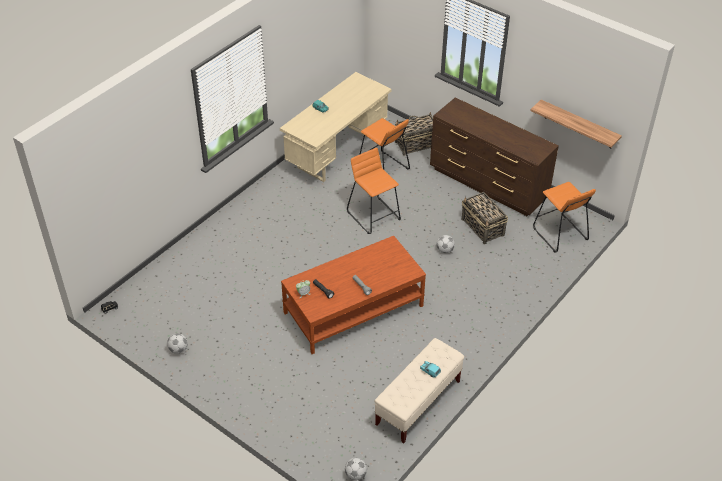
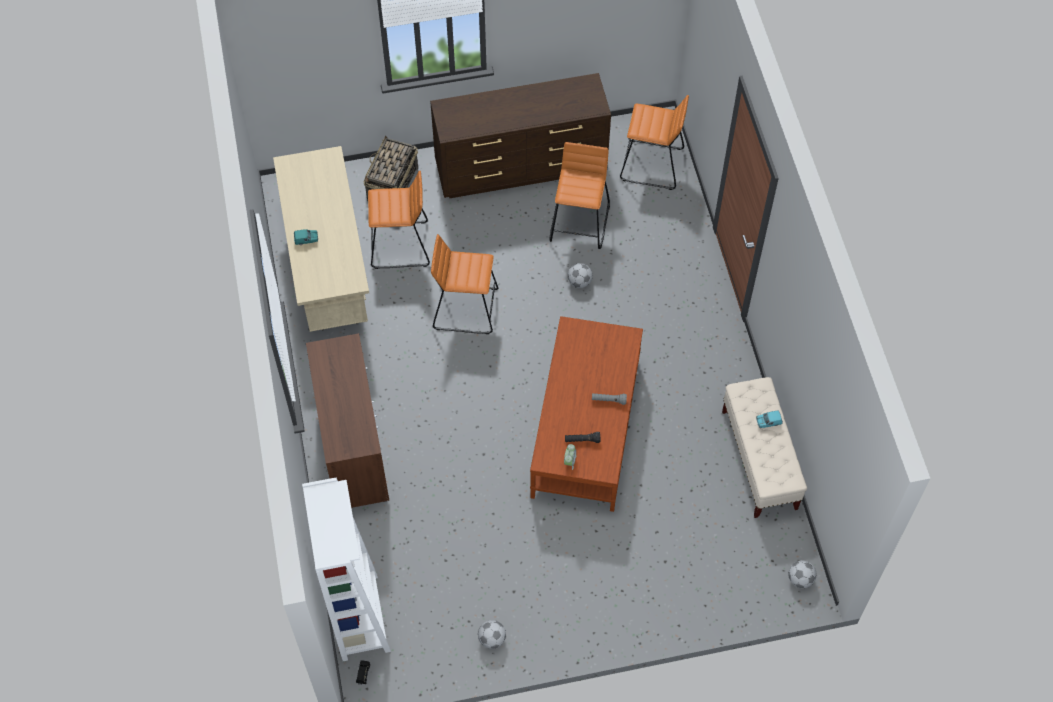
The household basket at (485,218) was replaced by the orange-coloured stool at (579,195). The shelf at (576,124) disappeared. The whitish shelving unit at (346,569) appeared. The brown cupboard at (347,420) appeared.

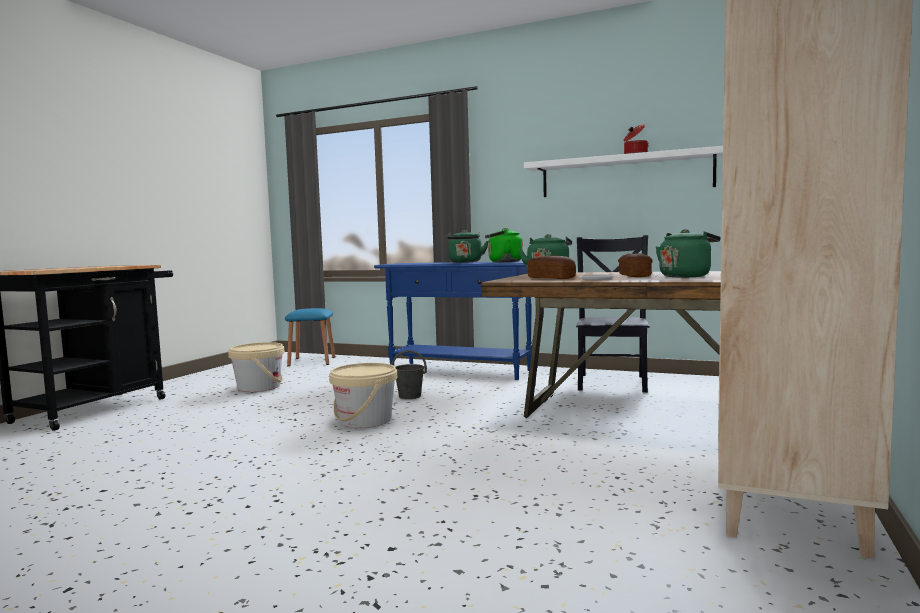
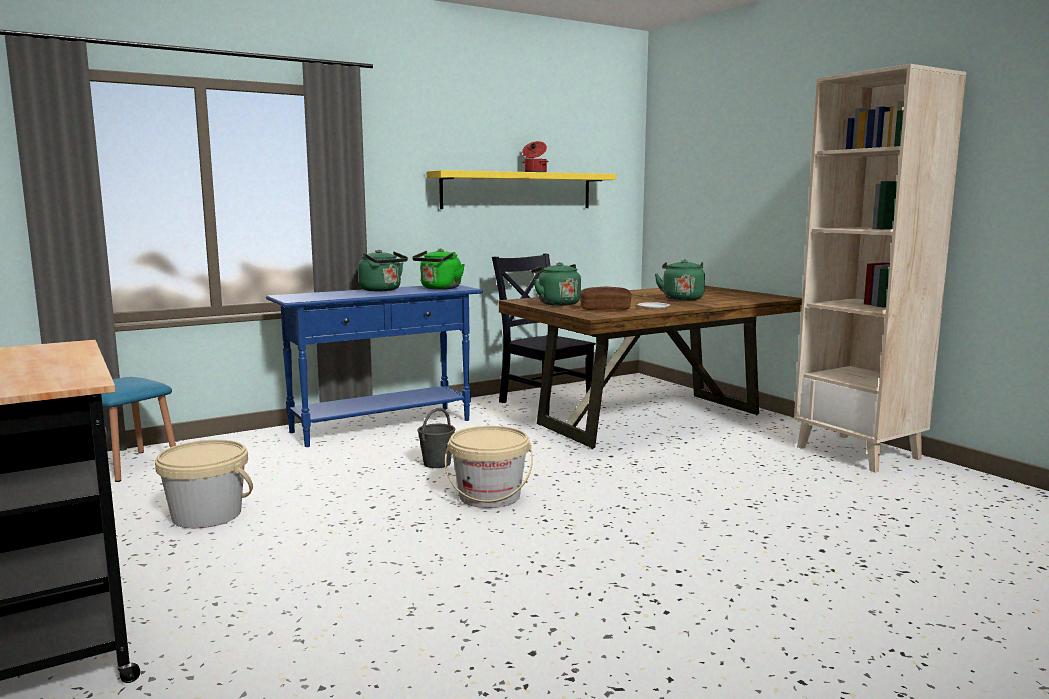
The whitish shelf at (623,171) became the yellow shelf at (521,189). The baked bread at (635,265) disappeared.

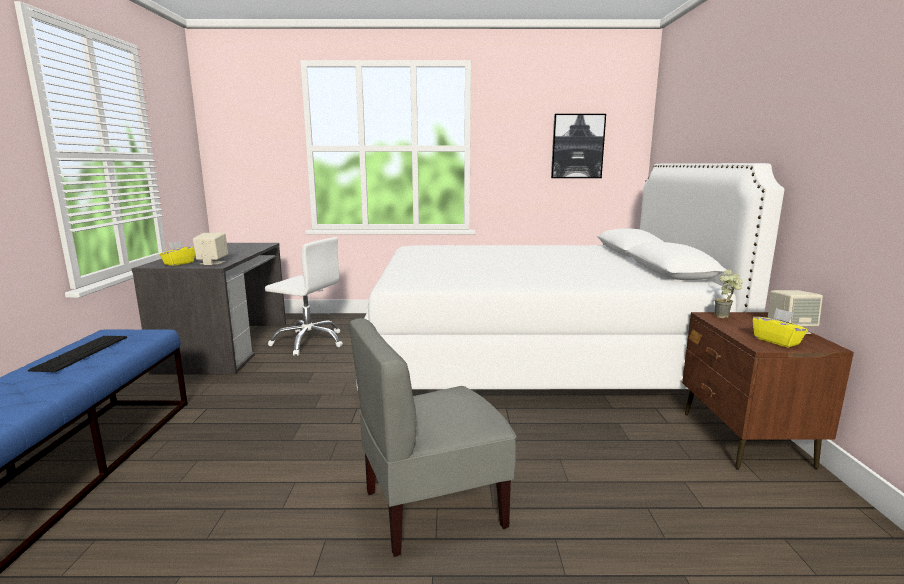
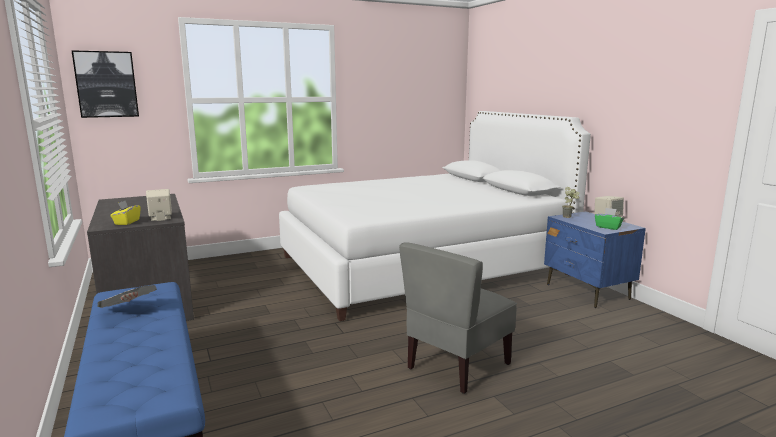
The computer keyboard at (77,354) was replaced by the daily paper at (127,296). The whitish office chair at (304,296) disappeared. The wall picture moved from (578,146) to (105,84). The brown night table at (768,391) became the blue-coloured night table at (595,259). The yellow box of tissues at (780,328) became the green box of tissues at (609,219).

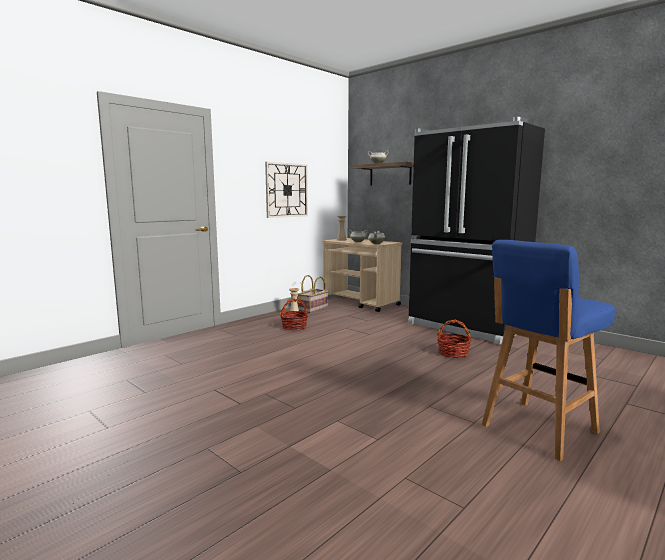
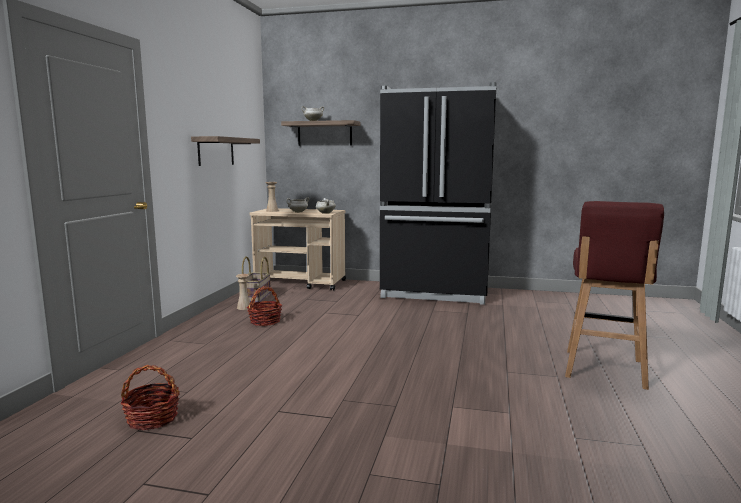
The hanging clock at (286,190) was replaced by the shelf at (225,151). The household basket moved from (454,339) to (150,397). The blue-coloured stool at (548,350) became the red stool at (614,295).

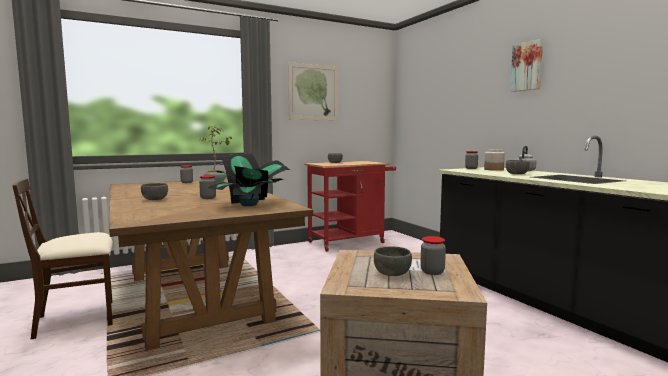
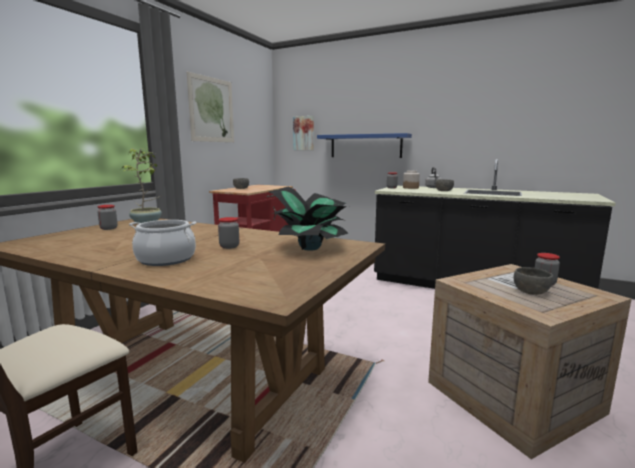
The gray deep dish at (154,191) was replaced by the saucepot at (162,243). The wall picture moved from (526,65) to (303,133). The blue-coloured shelf at (364,145) appeared.

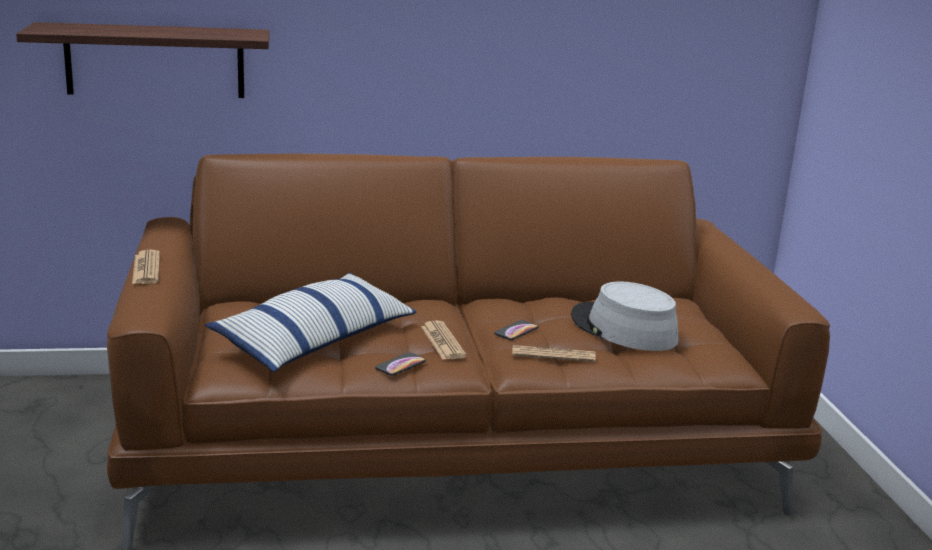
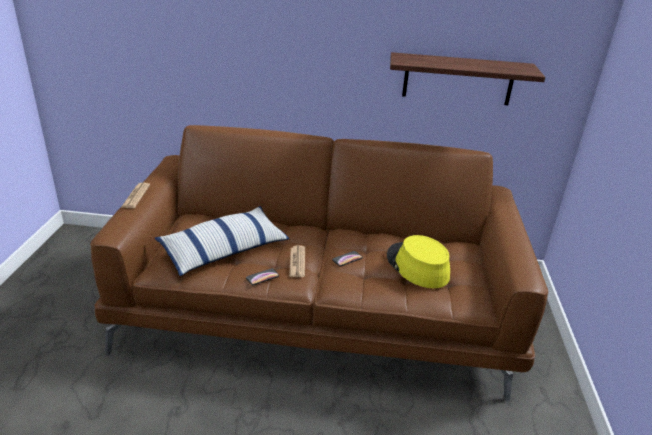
The shelf moved from (143,60) to (467,78). The daily paper at (554,353) disappeared. The gray clothing hat at (625,316) became the yellow clothing hat at (418,261).

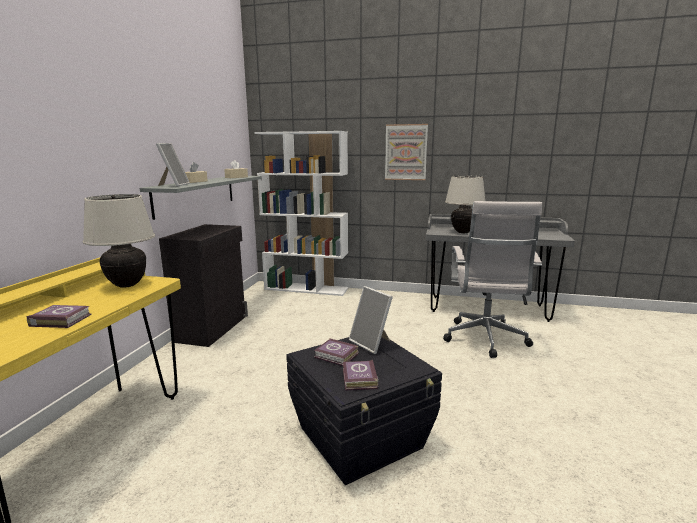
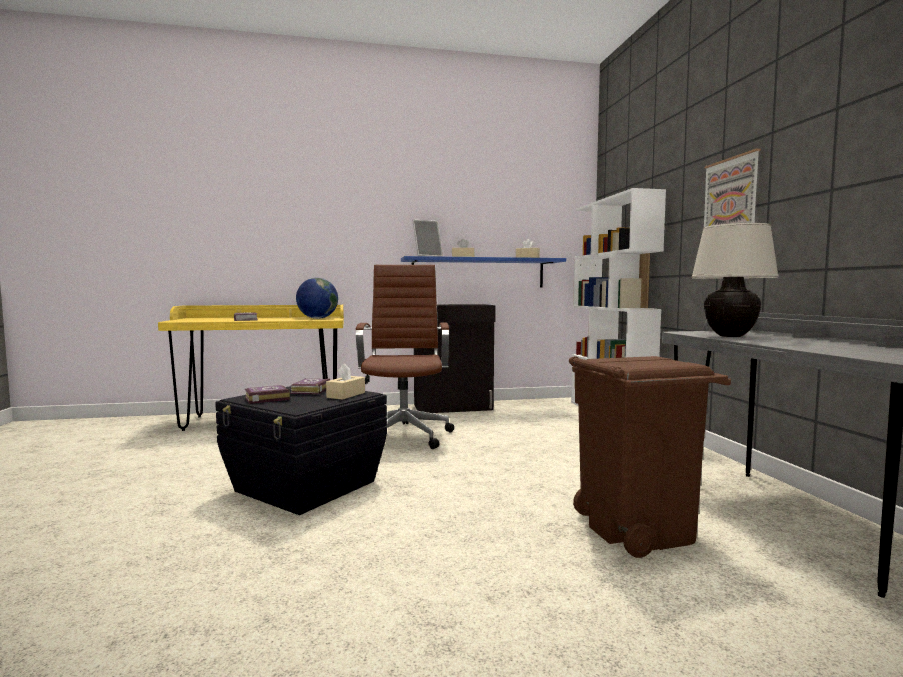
The sand-coloured table lamp at (119,241) was replaced by the world globe at (317,298). The gray shelf at (201,198) became the blue-coloured shelf at (483,272). The photo frame at (371,320) was replaced by the sand-coloured box of tissues at (345,381). The whitish office chair at (492,279) was replaced by the brown waste bin at (650,457). The brown office chair at (405,357) appeared.

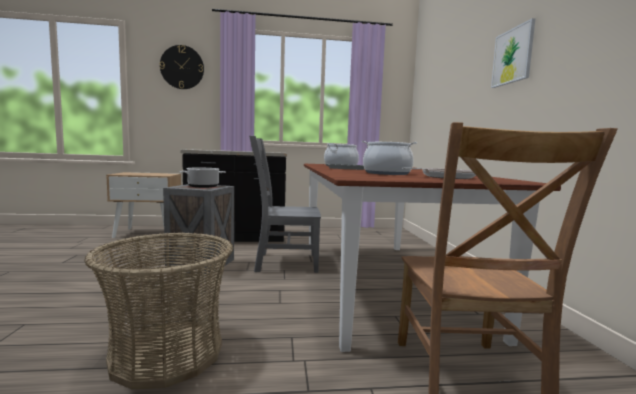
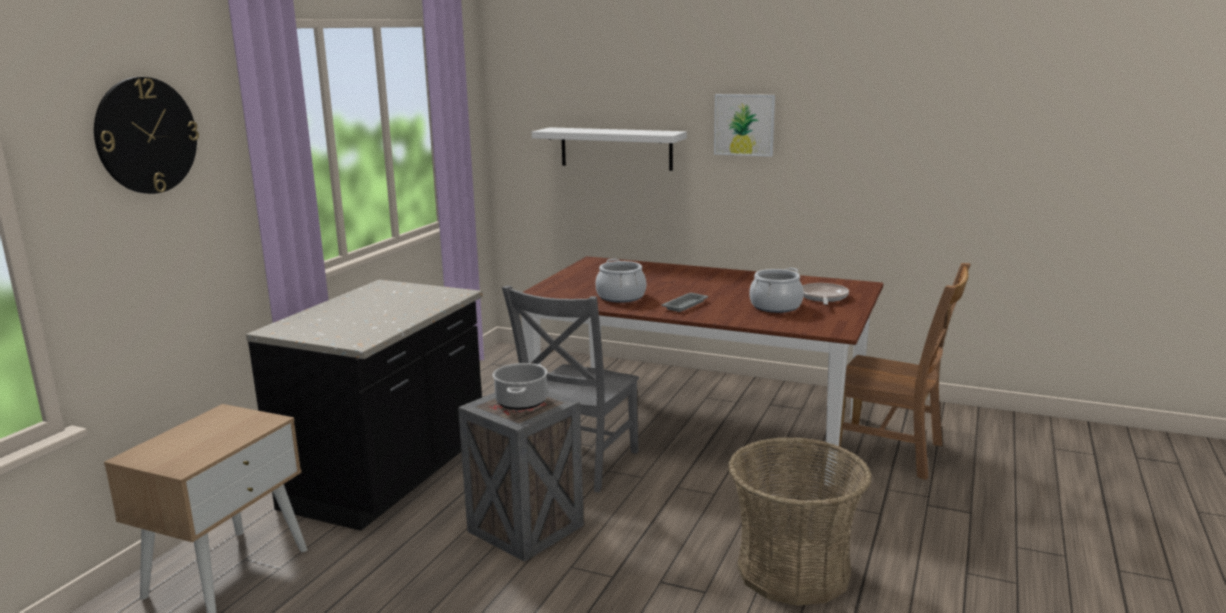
The whitish shelf at (609,149) appeared.

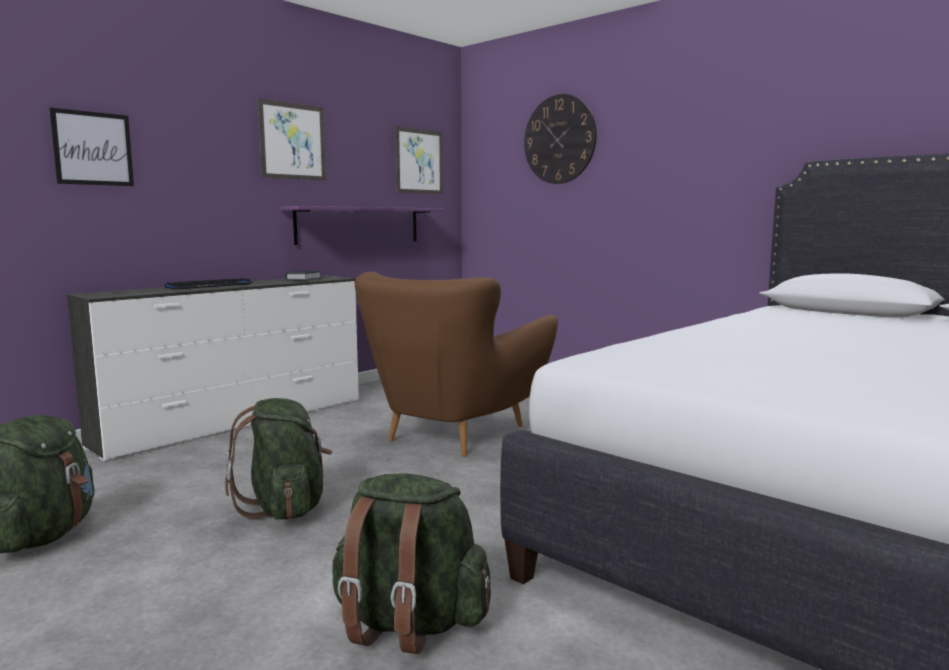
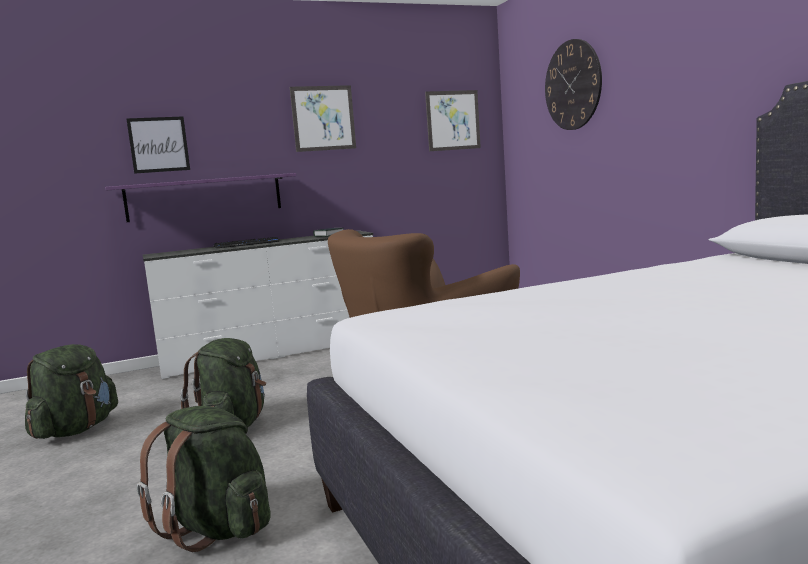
The purple shelf moved from (361,225) to (200,197).

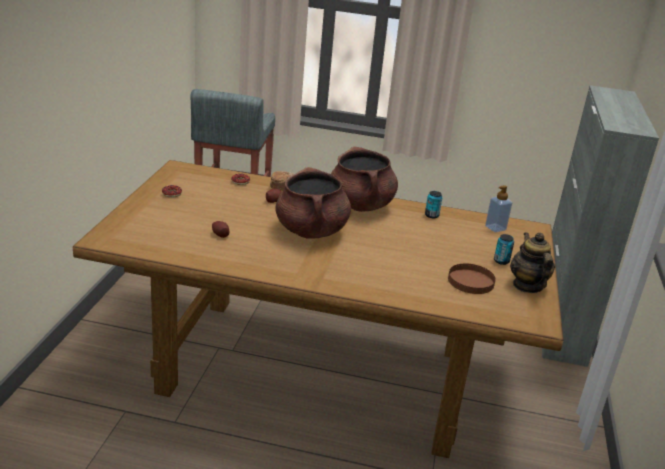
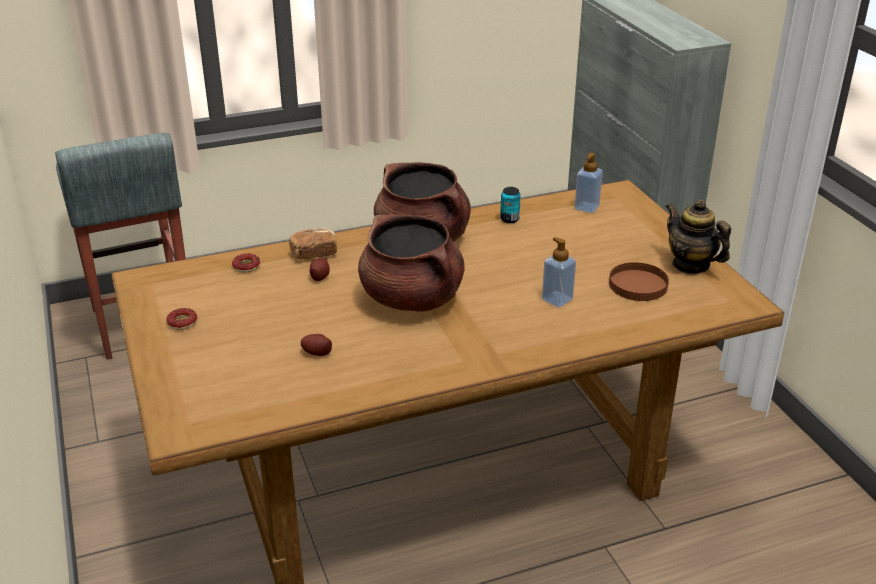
The metal can at (504,249) disappeared. The soap bottle at (559,272) appeared.

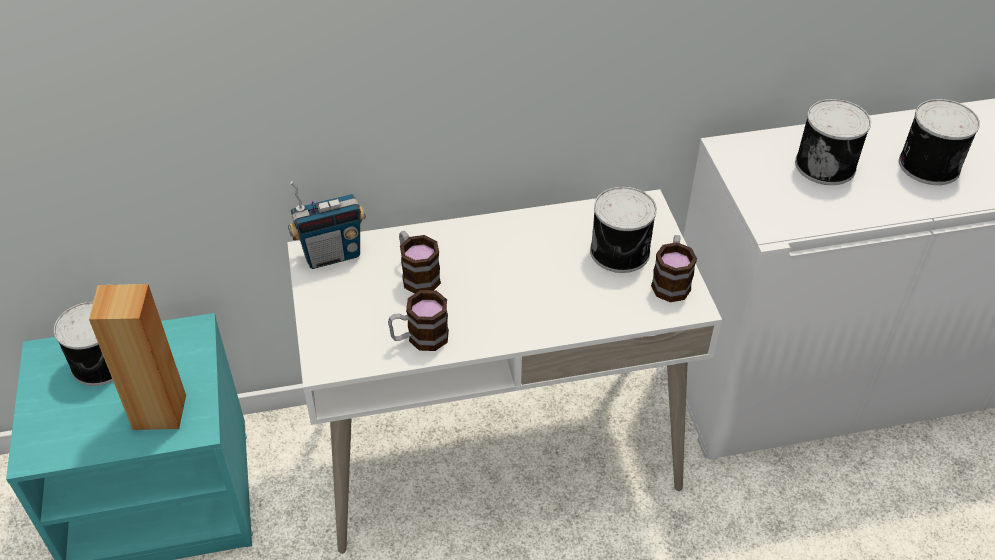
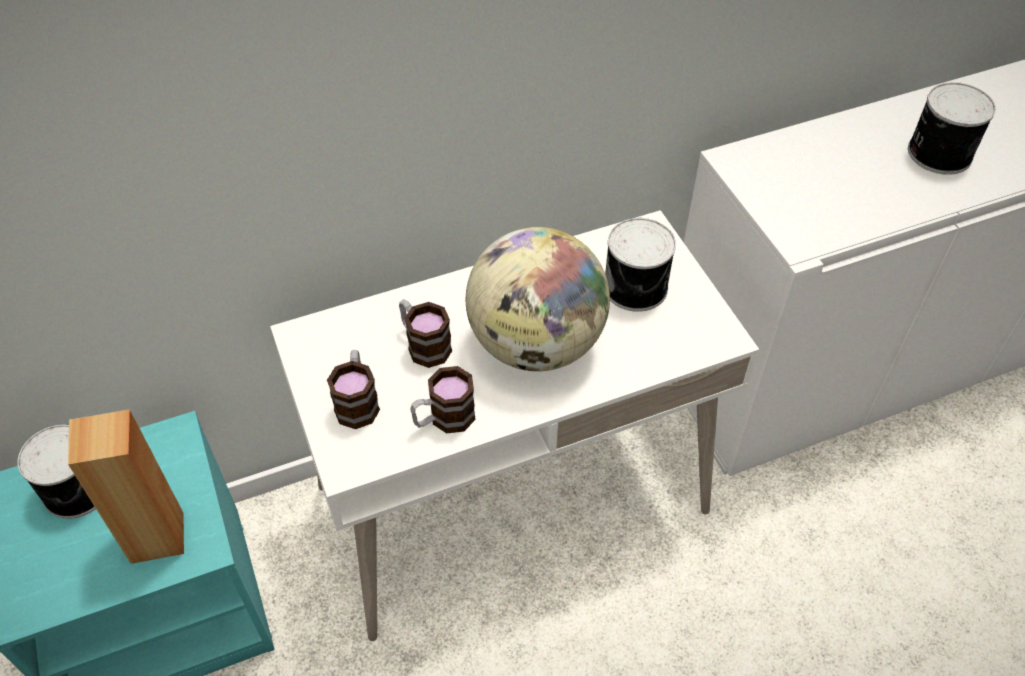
The radio set at (327,225) disappeared. The tea mug moved from (674,268) to (353,389). The metal can at (833,142) disappeared. The world globe at (538,299) appeared.

